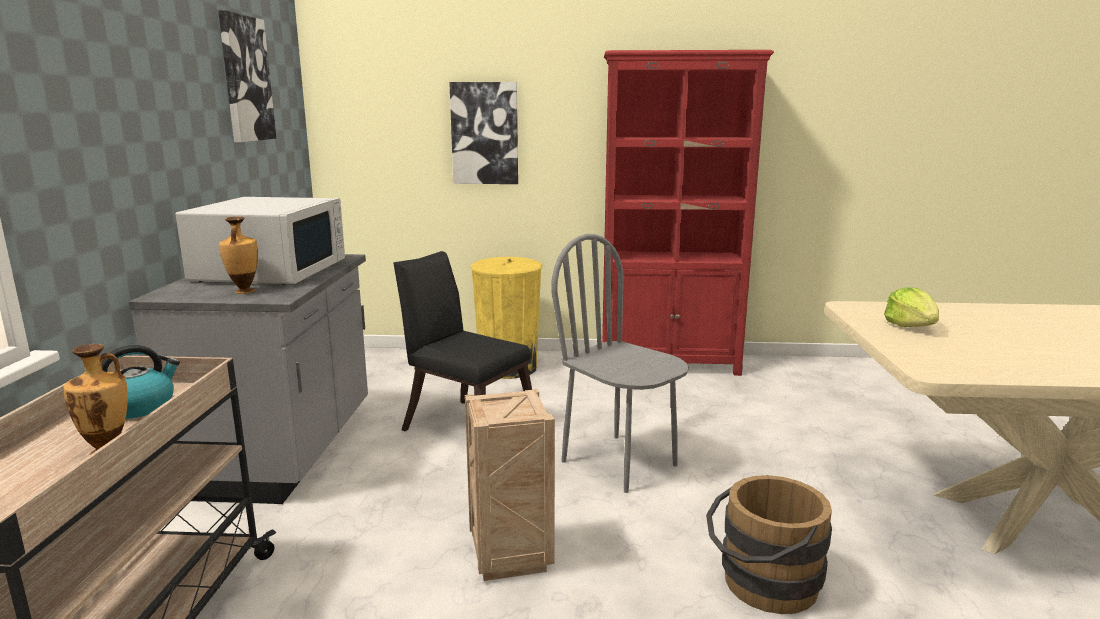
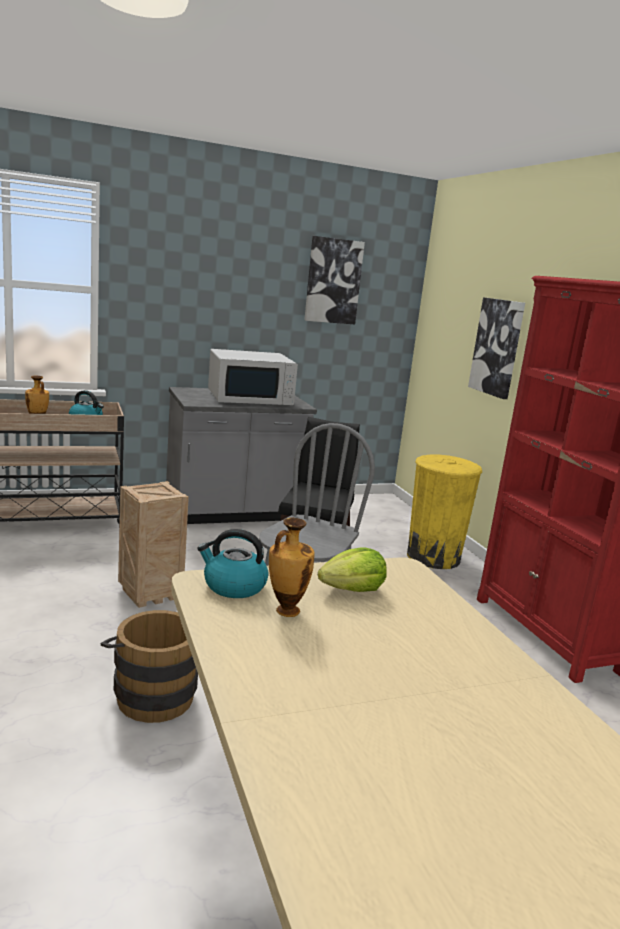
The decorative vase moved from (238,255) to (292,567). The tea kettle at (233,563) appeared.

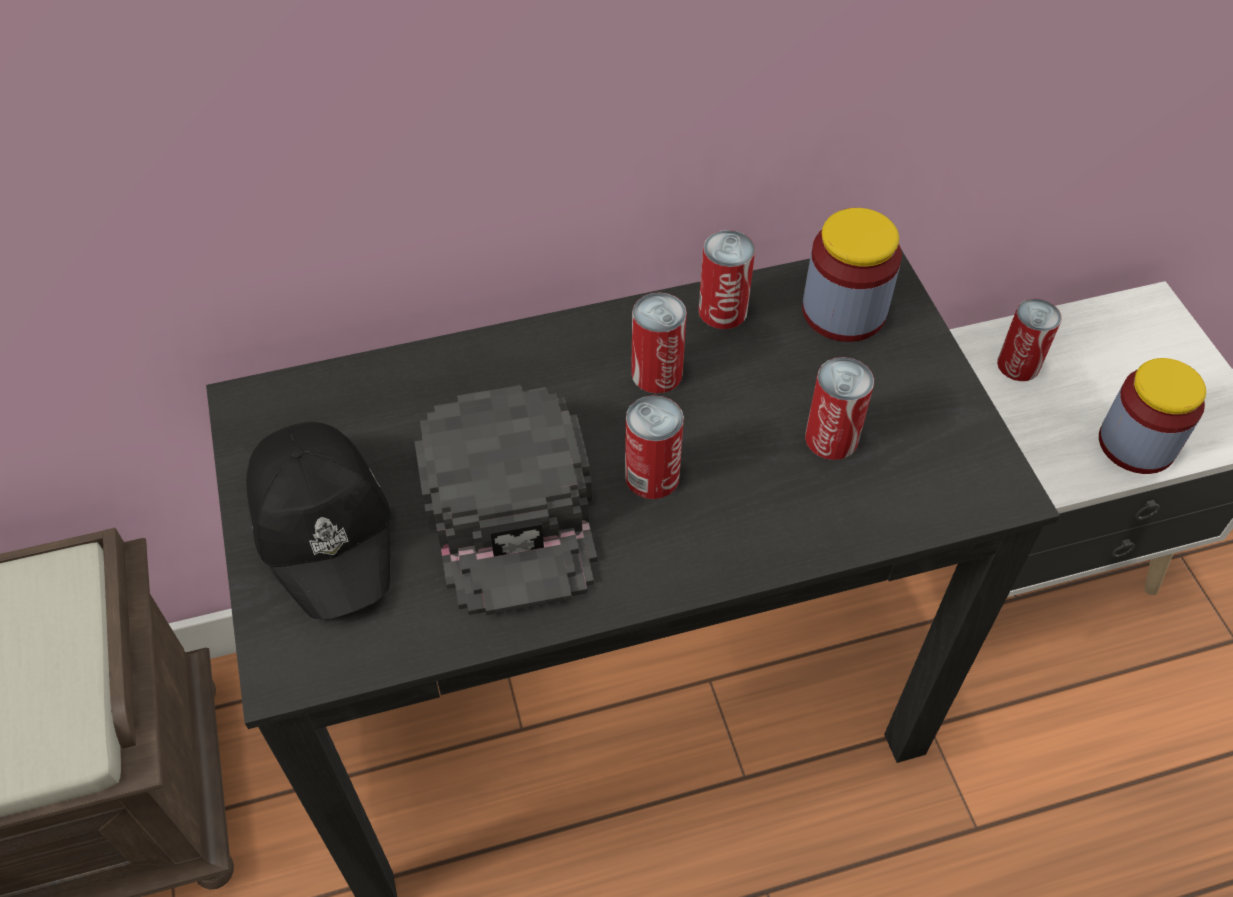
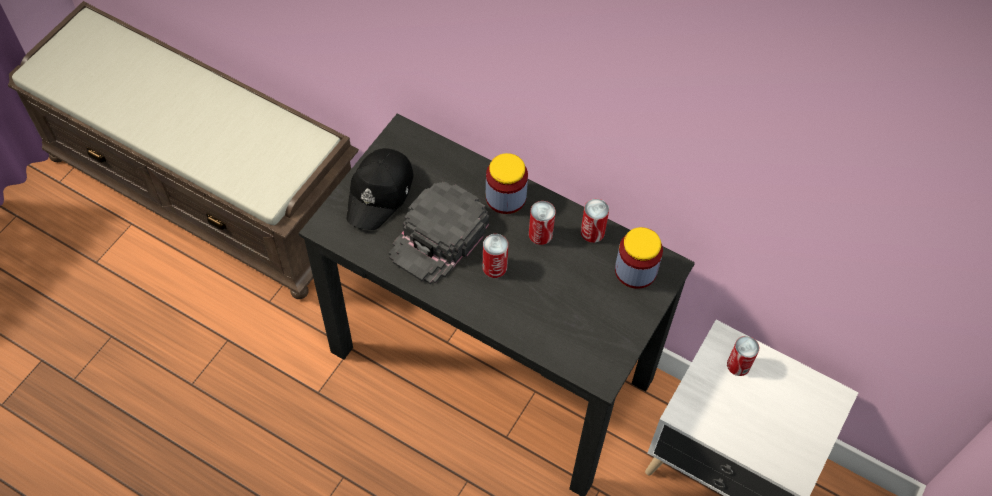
The metal can at (839,408) disappeared. The preserve jar moved from (1152,416) to (507,183).

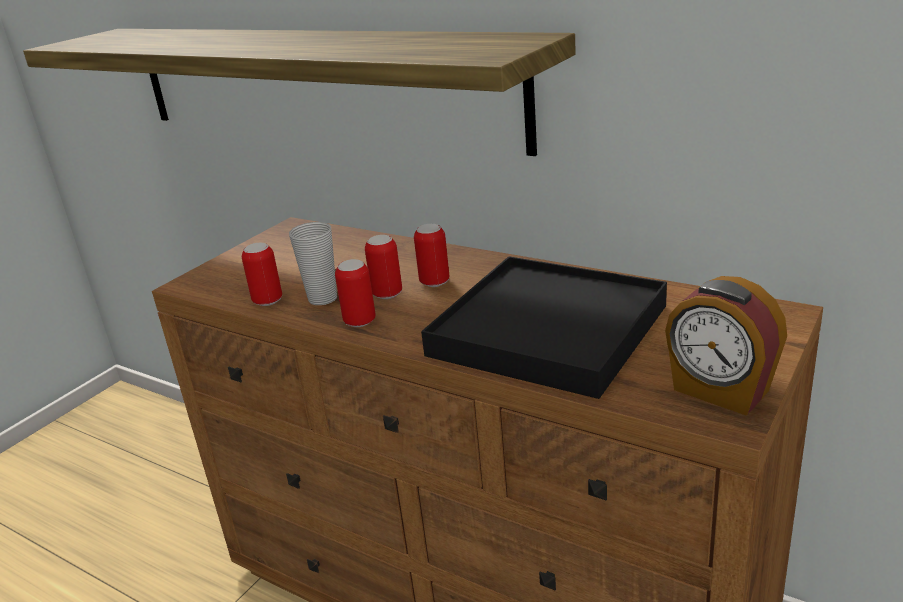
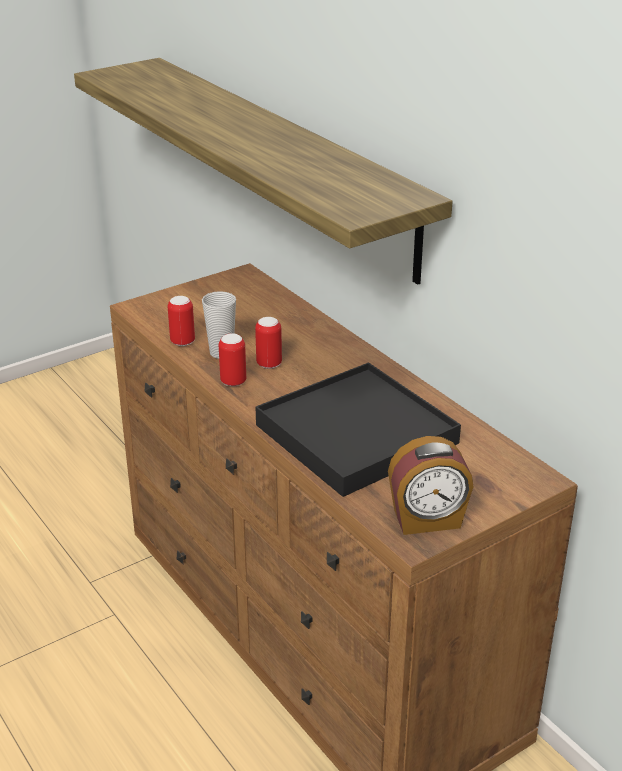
The metal can at (431,255) disappeared. The alarm clock at (726,346) turned 75 degrees counterclockwise.

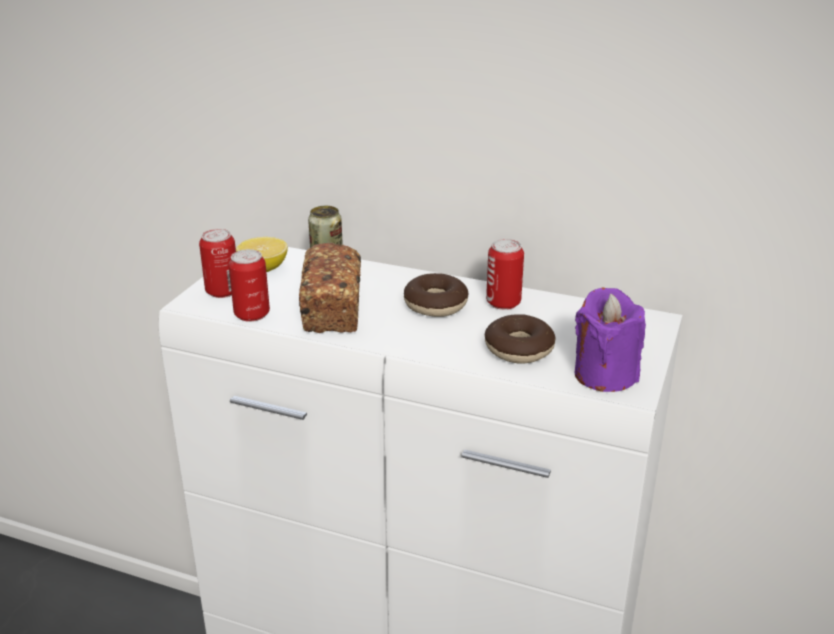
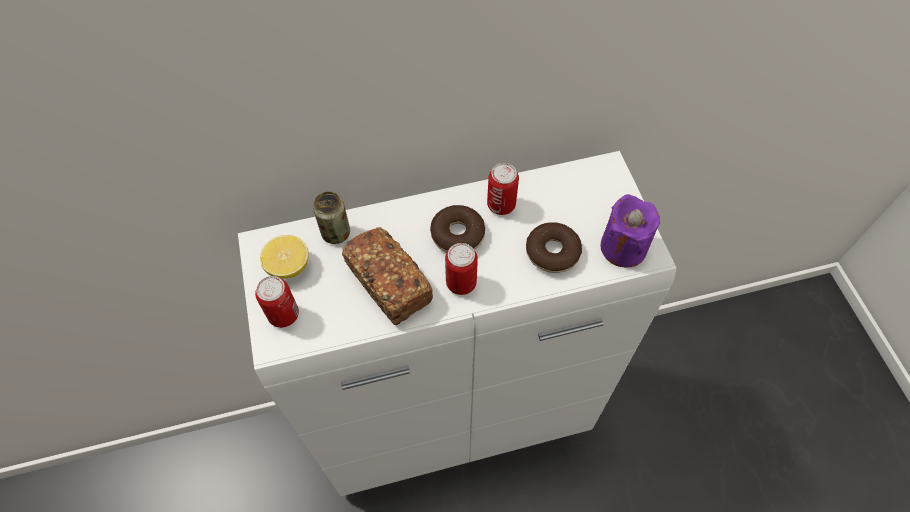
The metal can moved from (249,285) to (461,269).

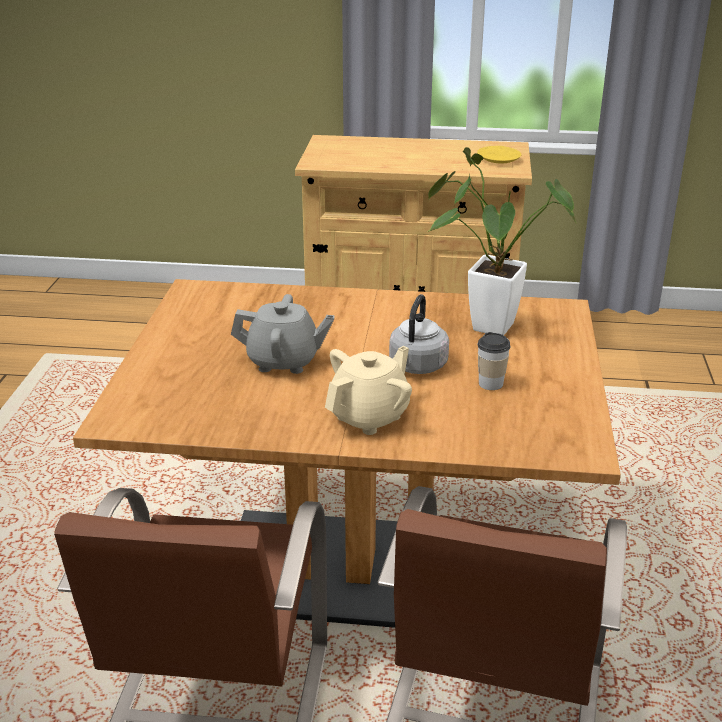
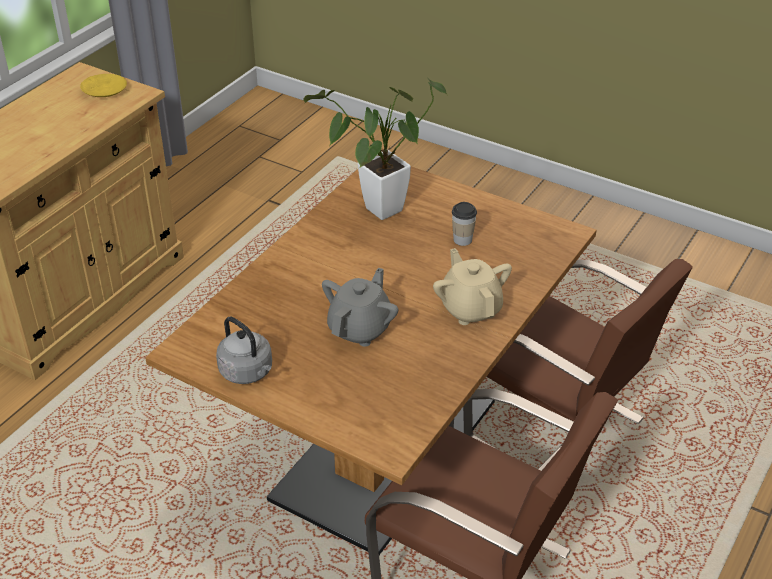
The gray tea kettle moved from (419,334) to (244,350).

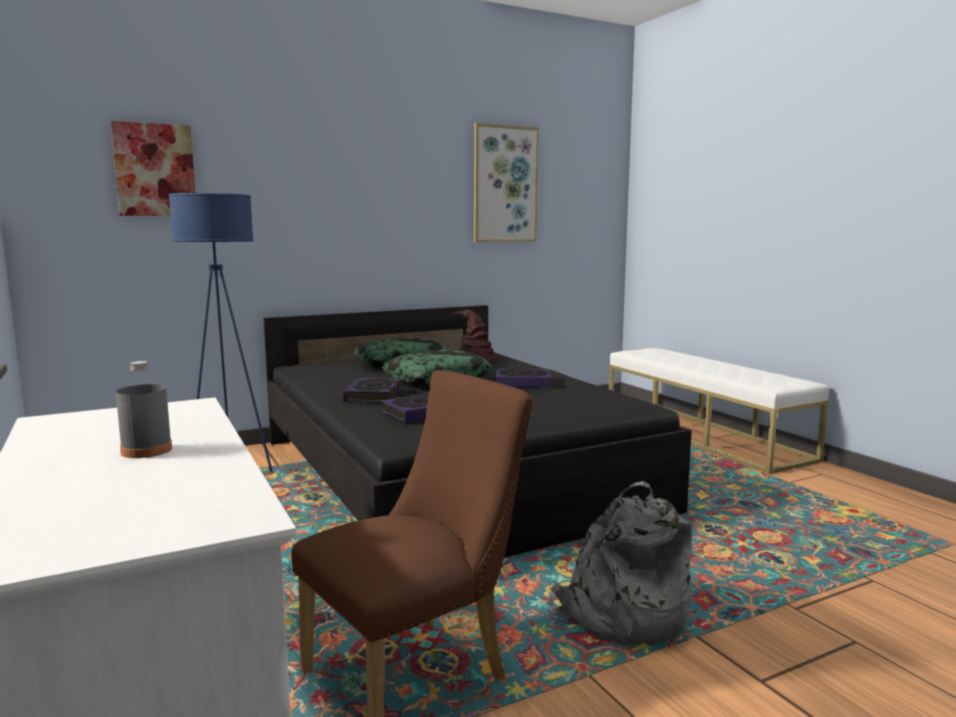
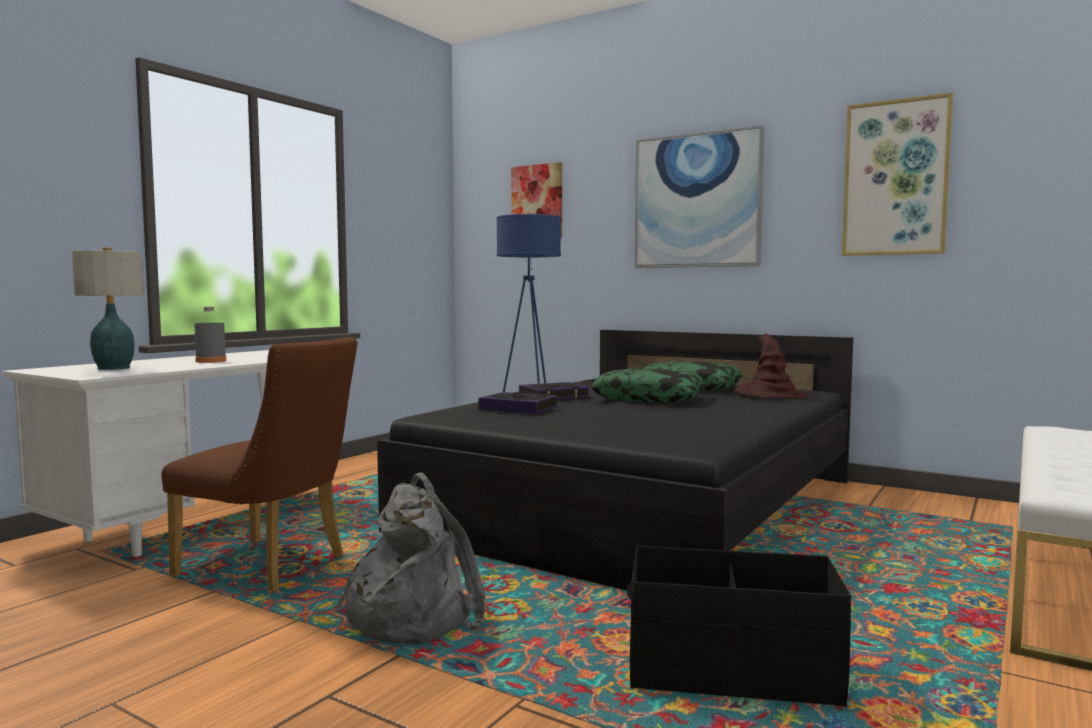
The book at (523,378) disappeared. The table lamp at (108,308) appeared. The blackish storage box at (739,626) appeared. The wall picture at (700,196) appeared.

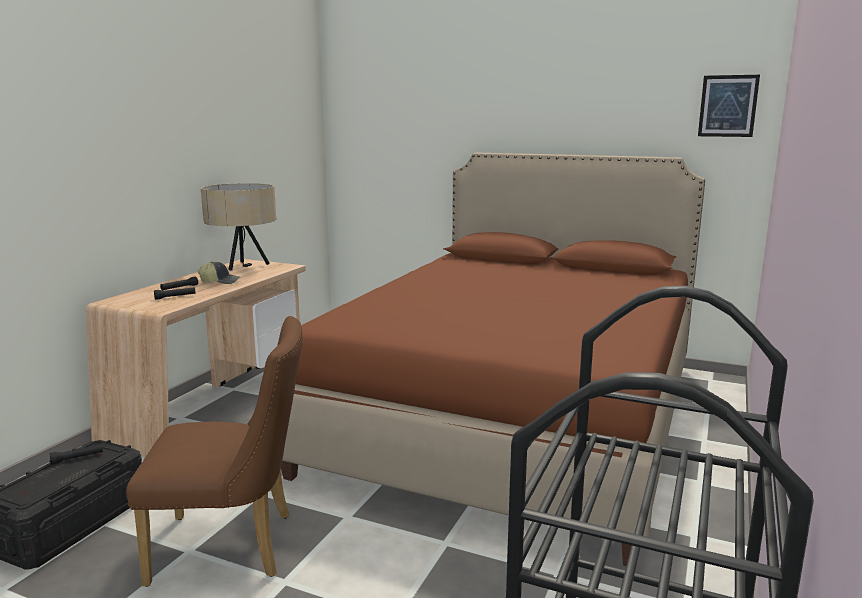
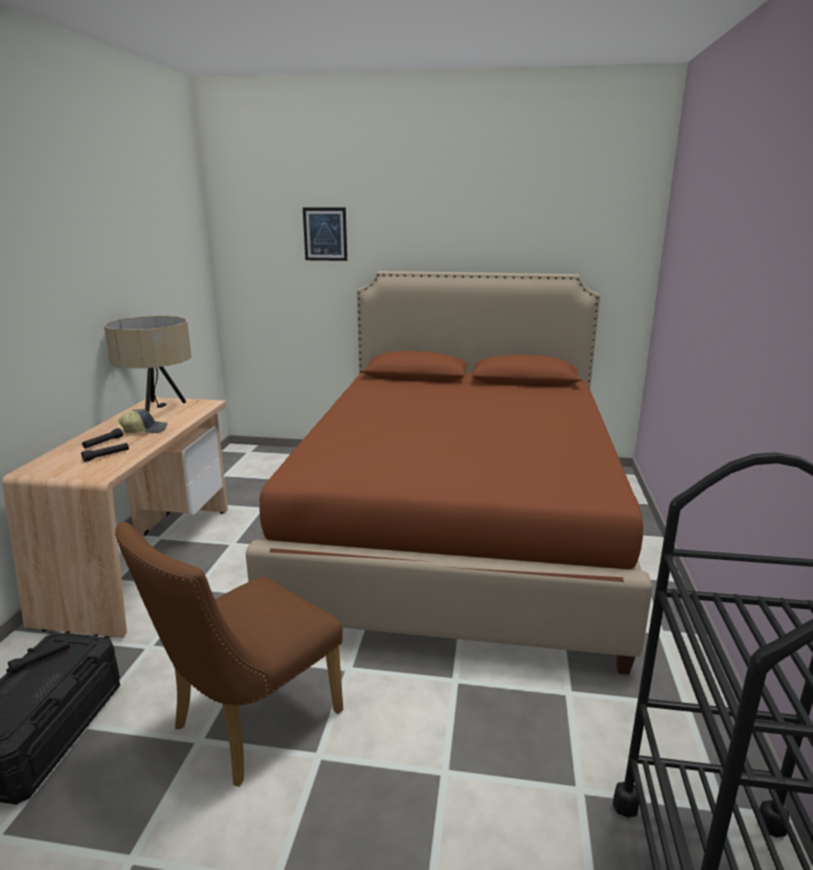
The brown plain chair at (214,451) turned 150 degrees clockwise. The wall picture moved from (729,106) to (325,234).

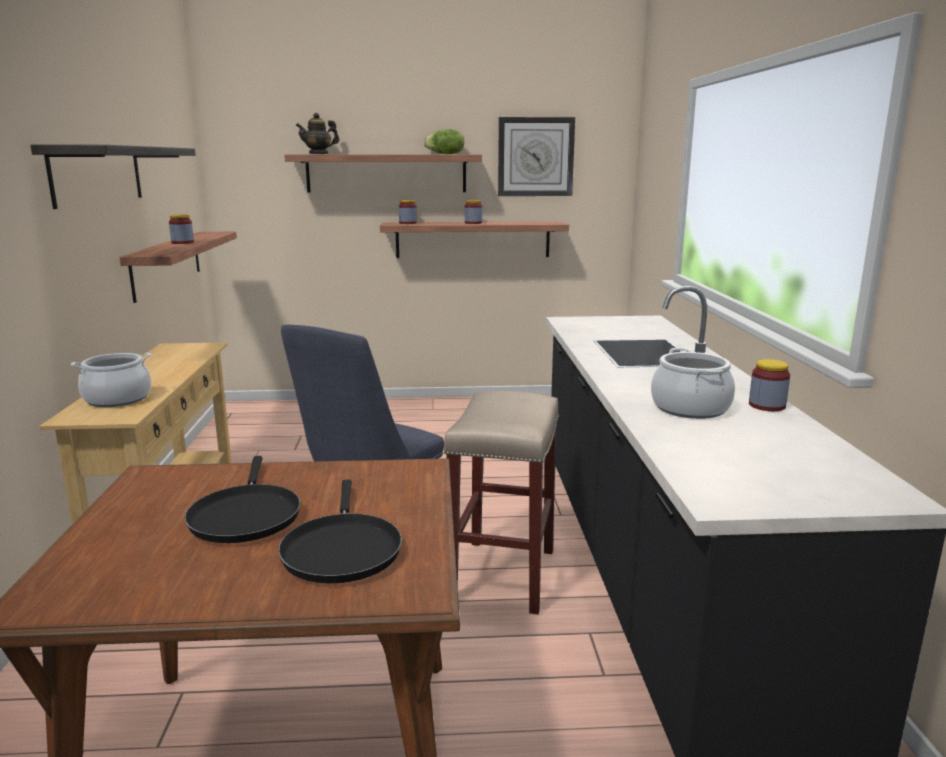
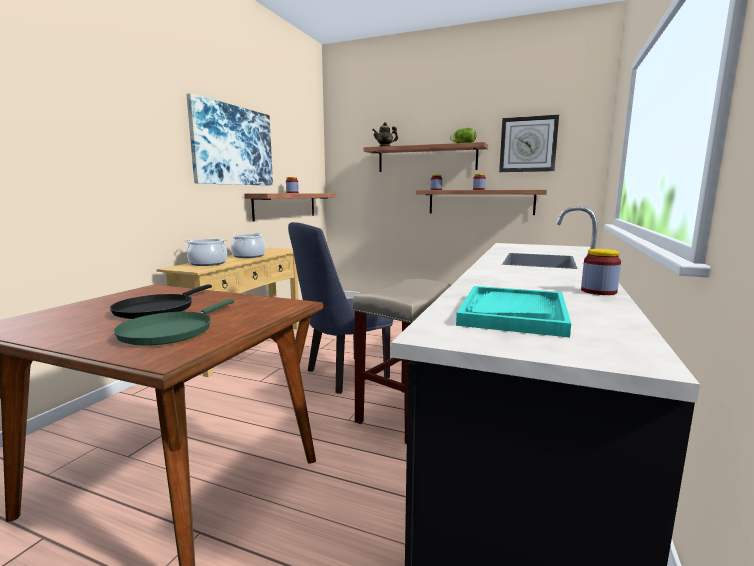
The shelf at (112,177) was replaced by the wall picture at (230,139). The blackish pan at (340,531) became the green pan at (174,322). The saucepot moved from (693,383) to (248,245). The turquoise serving tray at (513,311) appeared.

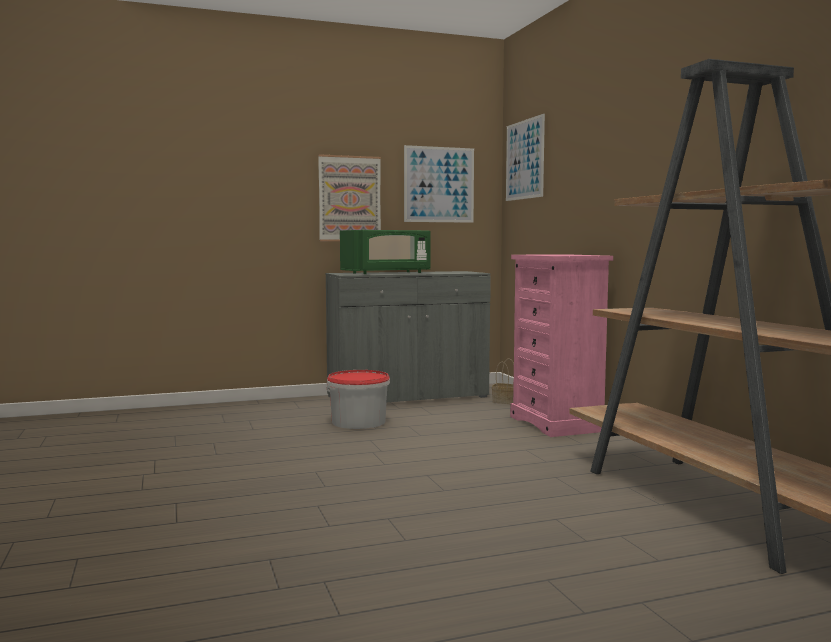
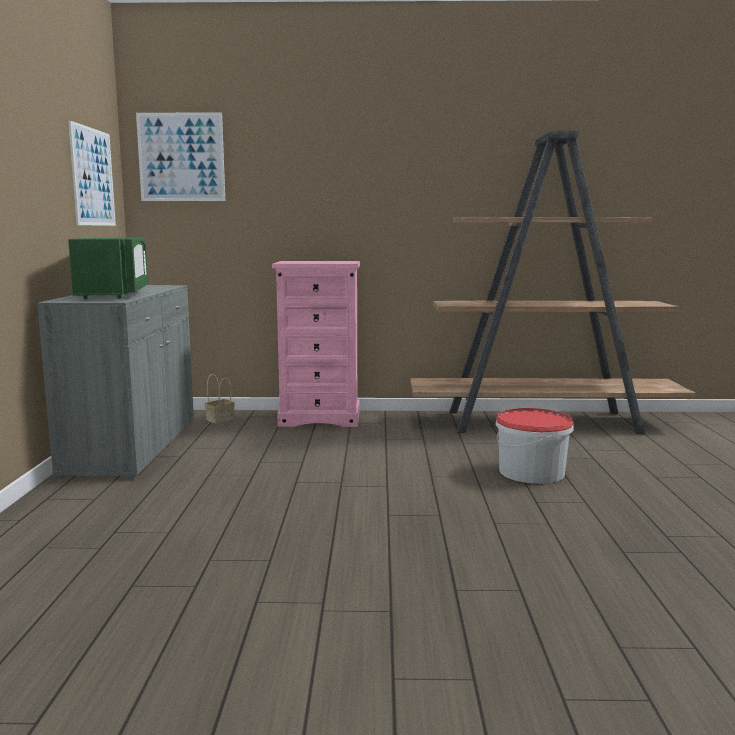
The wall picture at (349,197) disappeared. The water bucket moved from (358,399) to (535,446).

